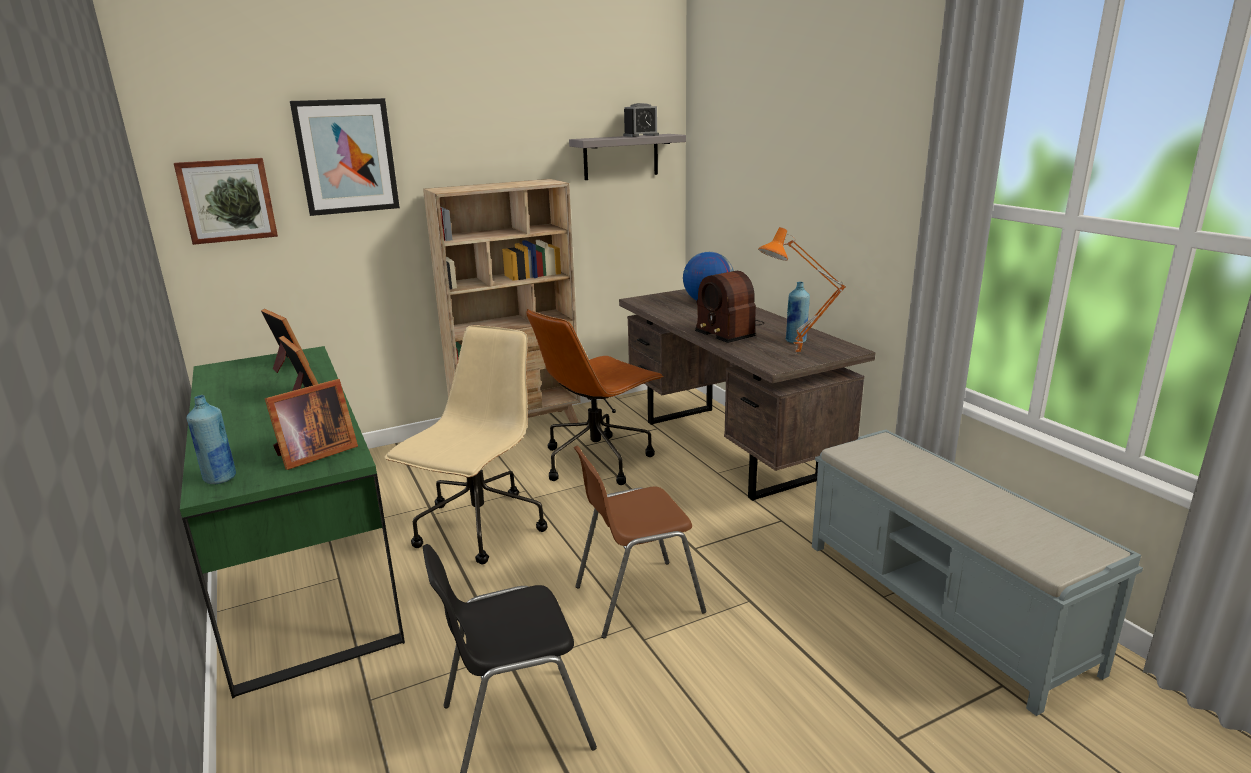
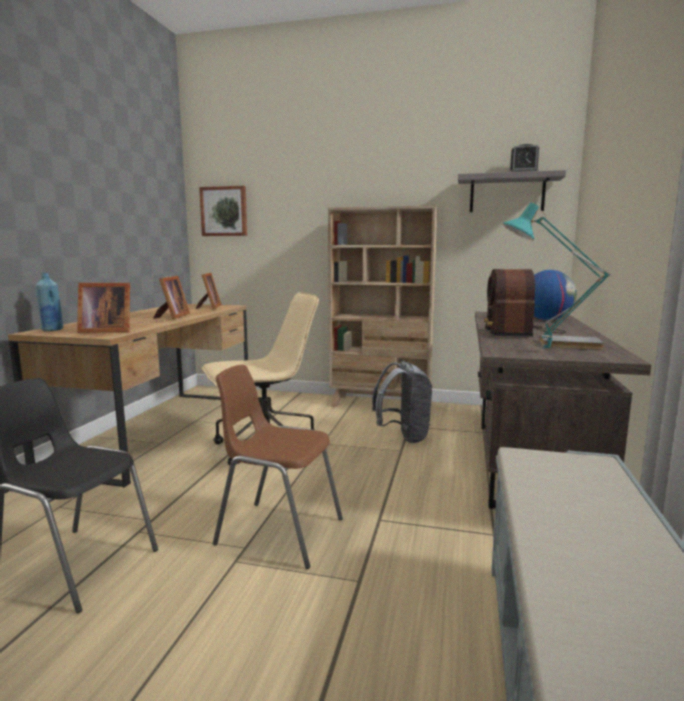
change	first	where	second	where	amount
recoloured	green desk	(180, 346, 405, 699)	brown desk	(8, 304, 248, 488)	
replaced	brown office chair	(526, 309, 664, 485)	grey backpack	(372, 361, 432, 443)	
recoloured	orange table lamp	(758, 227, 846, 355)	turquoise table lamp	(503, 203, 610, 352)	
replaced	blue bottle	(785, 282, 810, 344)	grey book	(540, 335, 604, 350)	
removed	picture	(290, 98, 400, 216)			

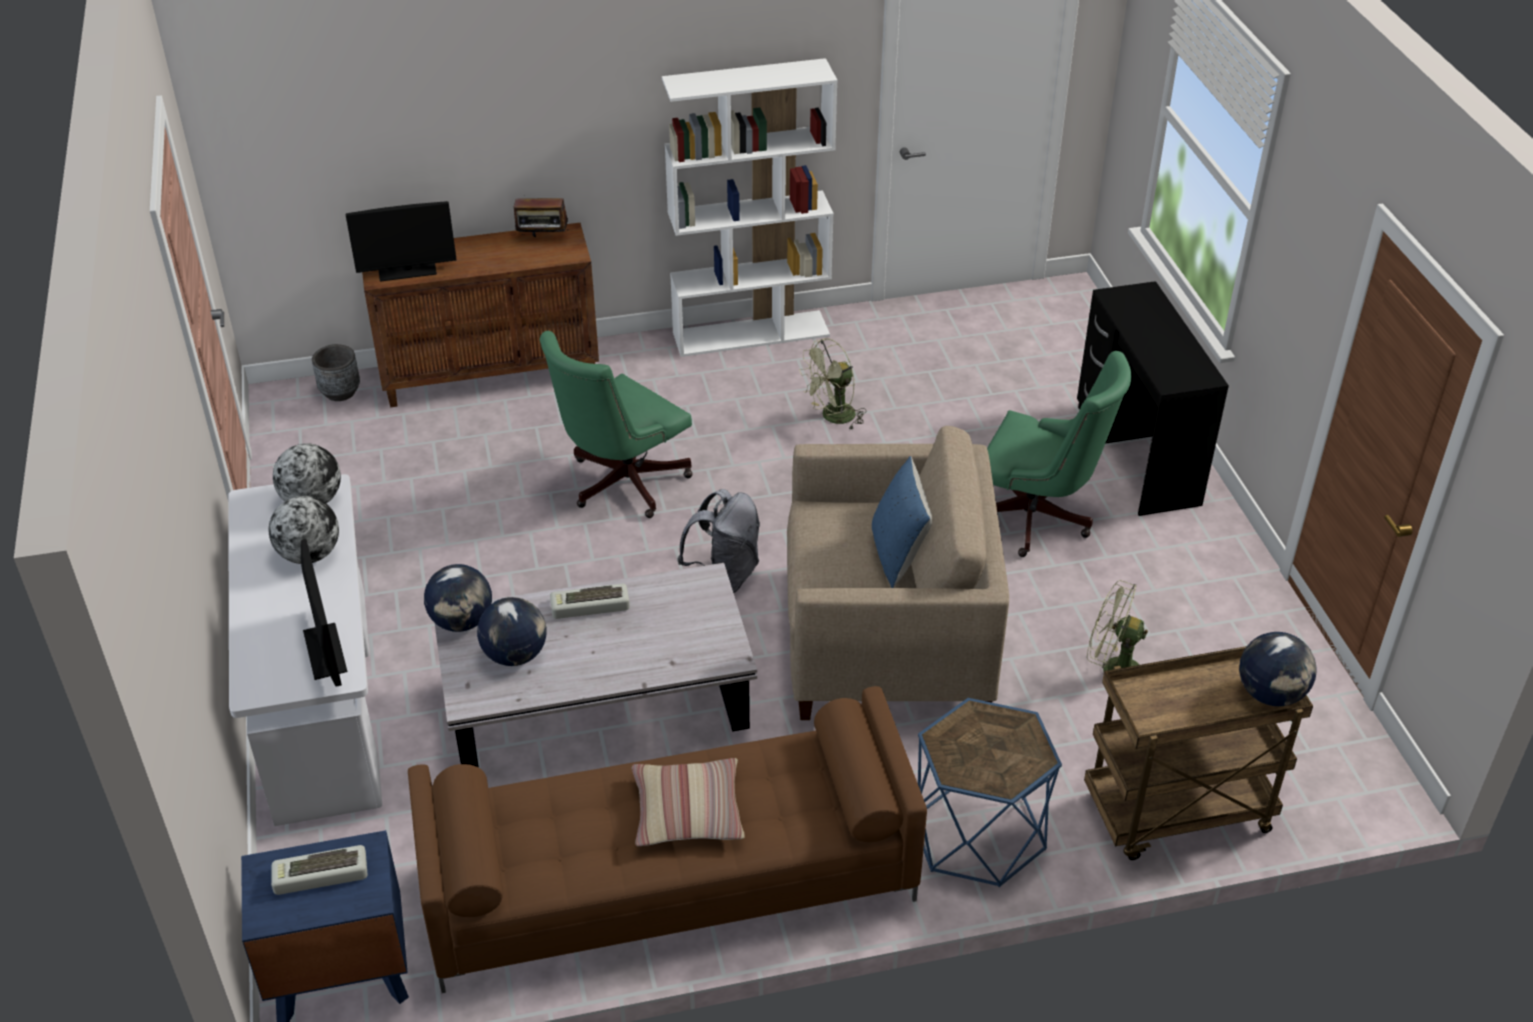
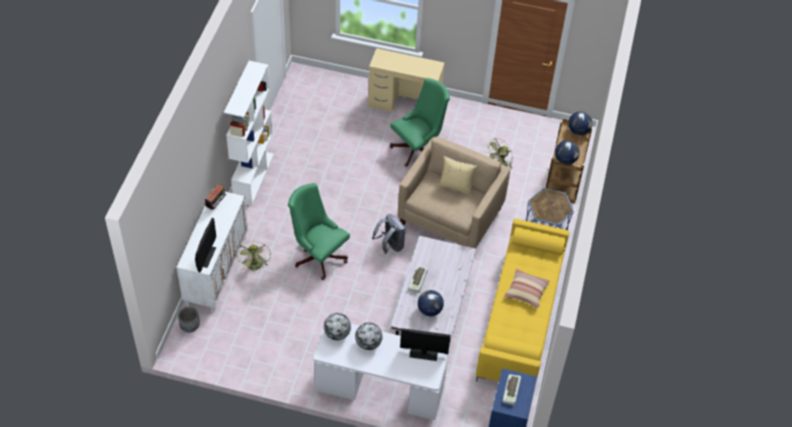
change	first	where	second	where	amount
recoloured	brown cabinet	(362, 223, 599, 407)	white cabinet	(176, 192, 248, 312)	
moved	green fan	(799, 338, 867, 429)		(236, 242, 271, 270)	
turned	green office chair	(540, 331, 693, 518)		(288, 183, 350, 280)	150 degrees clockwise
recoloured	black desk	(1077, 281, 1229, 516)	beige desk	(368, 48, 444, 112)	
recoloured	blue pillow	(872, 456, 932, 588)	beige pillow	(438, 156, 477, 196)	
recoloured	brown sofa	(408, 686, 927, 993)	yellow sofa	(476, 219, 569, 382)	
moved	globe	(424, 564, 492, 632)		(555, 140, 580, 165)	

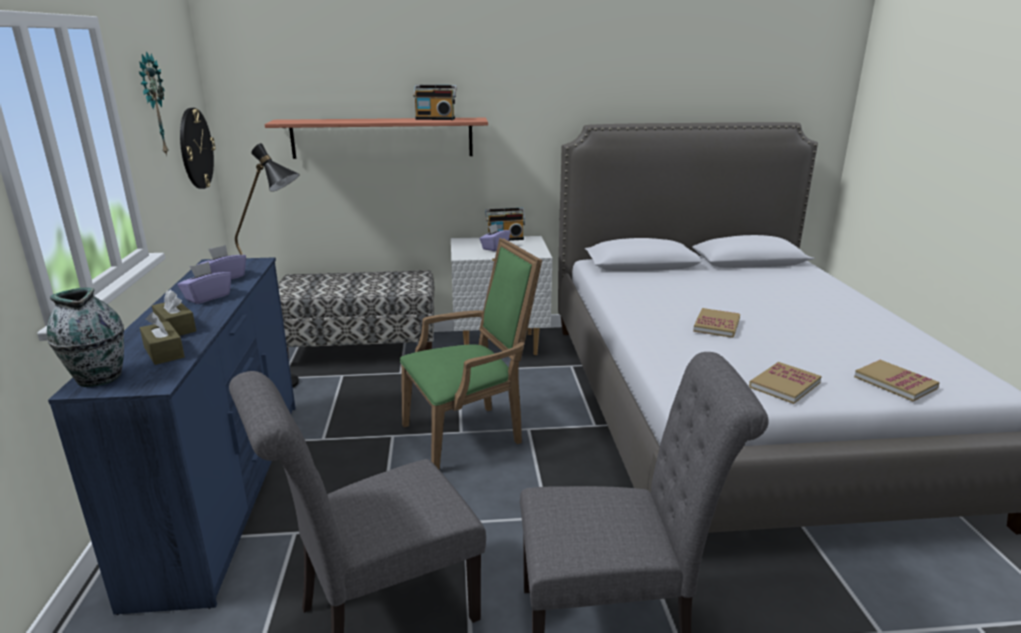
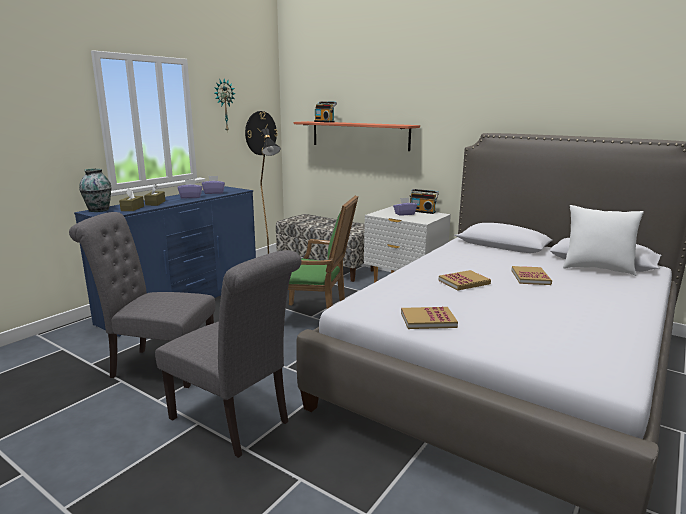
change	first	where	second	where	amount
moved	radio	(413, 85, 457, 120)		(314, 101, 337, 123)	
moved	book	(854, 360, 939, 402)		(511, 266, 552, 285)	
added			white pillow	(563, 205, 644, 276)	

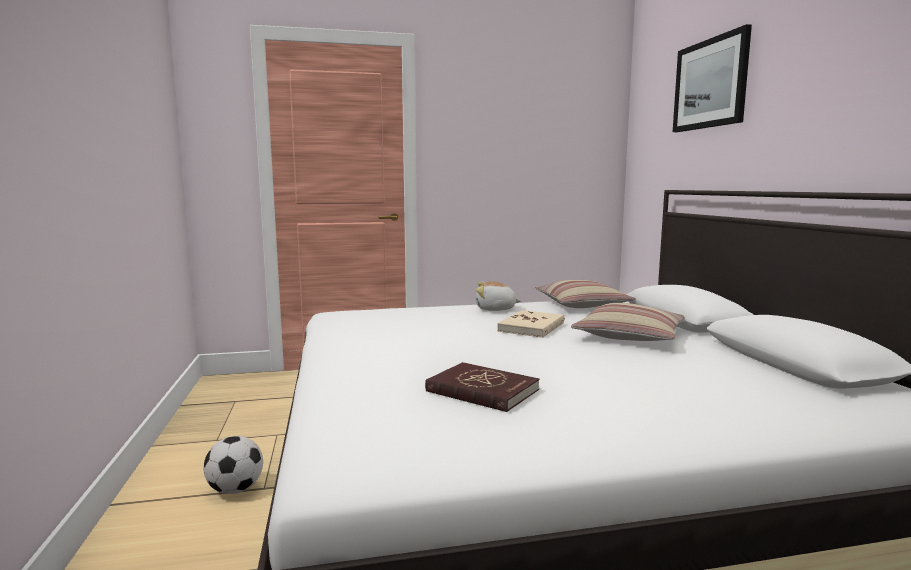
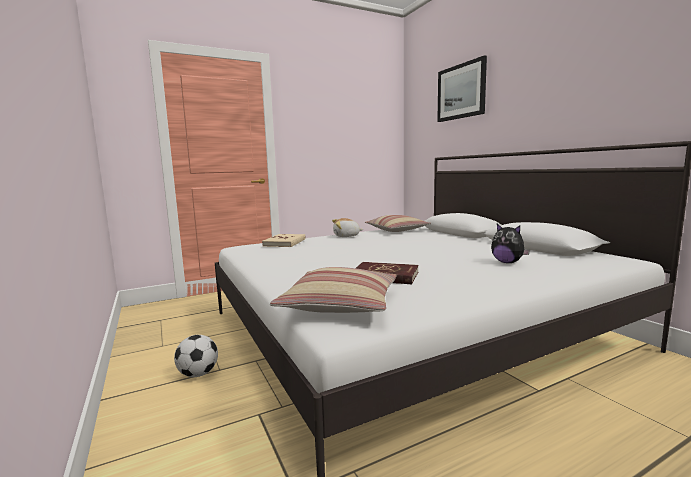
change	first	where	second	where	amount
moved	beige book	(497, 310, 565, 338)		(262, 234, 306, 247)	
moved	pillow	(571, 303, 685, 341)		(270, 267, 397, 313)	
added			plush toy	(491, 224, 530, 263)	

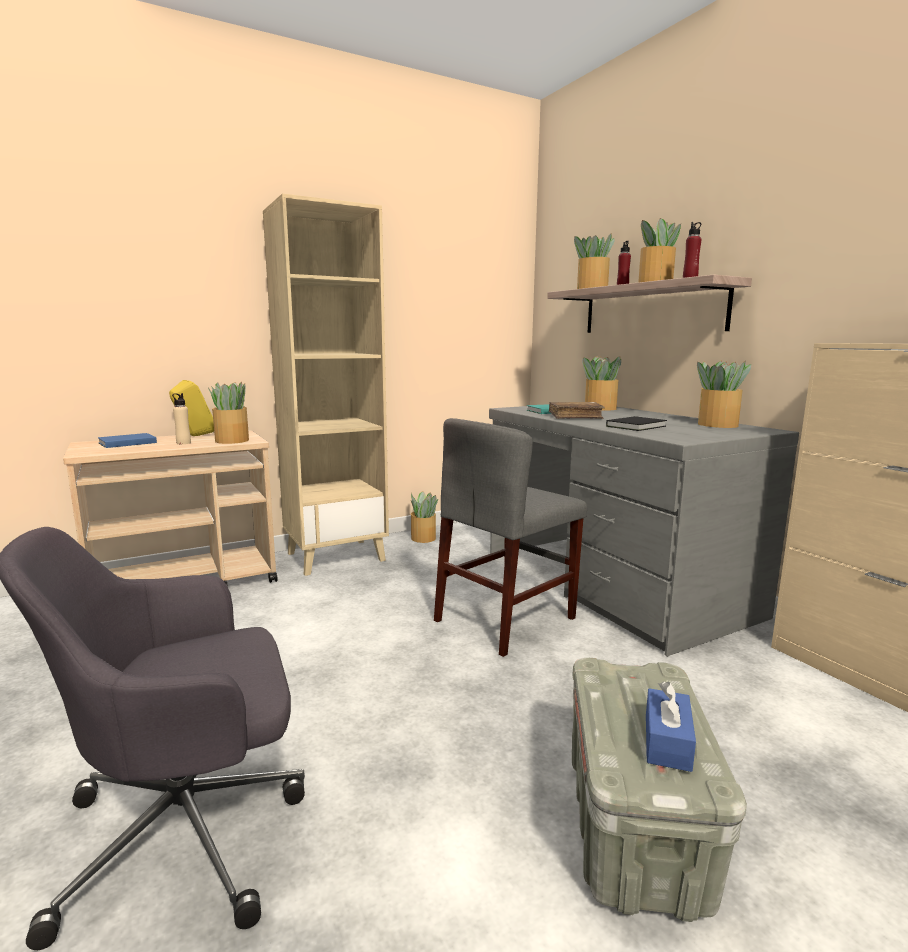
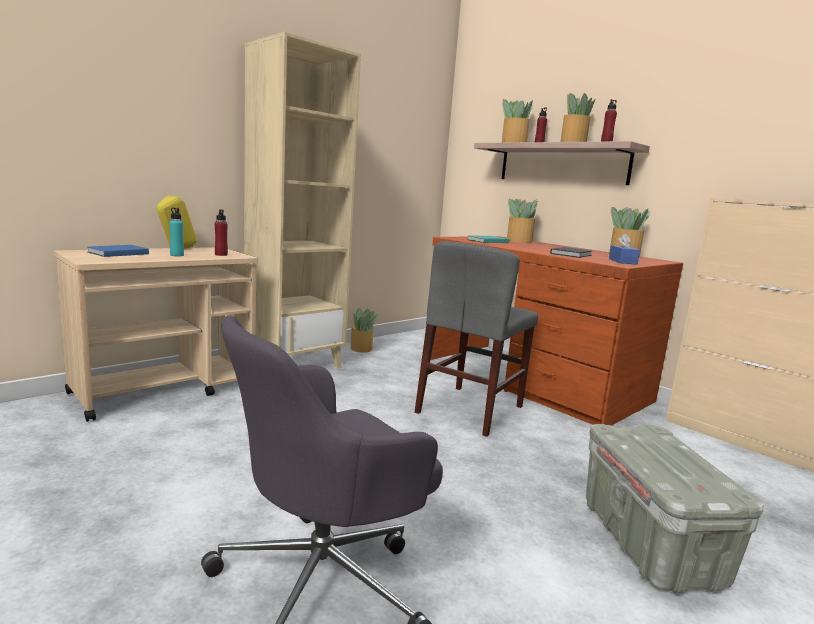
change	first	where	second	where	amount
recoloured	beige bottle	(172, 393, 191, 444)	turquoise bottle	(169, 208, 184, 256)	
replaced	potted plant	(208, 382, 249, 444)	red bottle	(215, 209, 228, 256)	
recoloured	grey desk	(489, 406, 799, 657)	brown desk	(430, 236, 683, 426)	
moved	blue tissue box	(646, 682, 696, 772)		(609, 233, 640, 265)	
removed	brown book	(549, 402, 605, 419)			

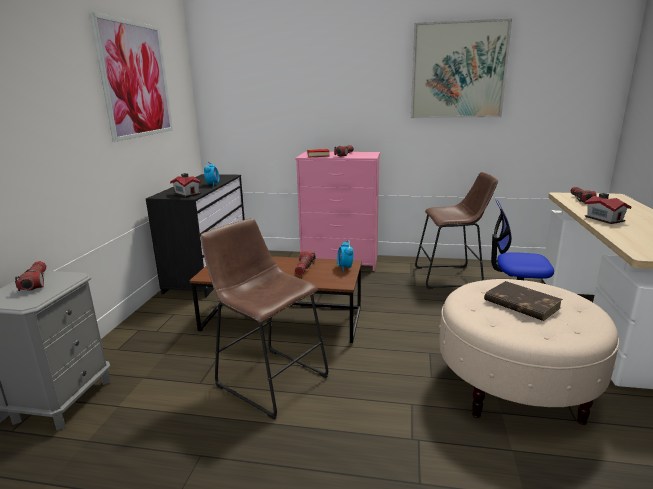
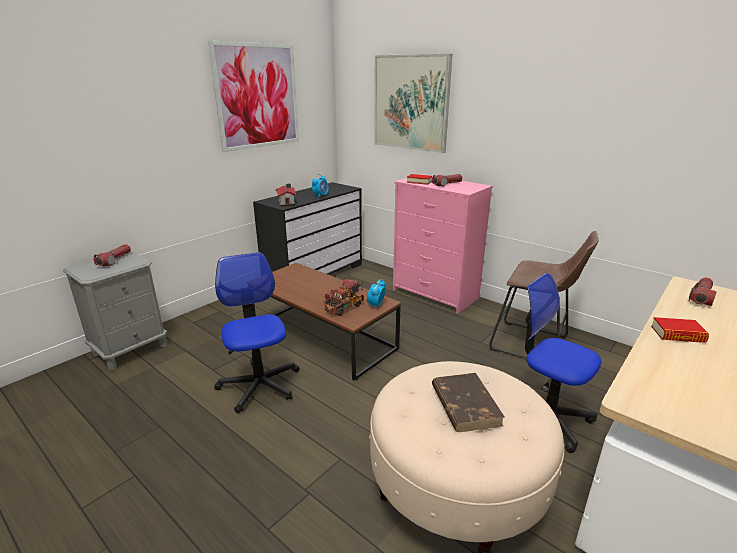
change	first	where	second	where	amount
replaced	brown stool	(201, 218, 328, 420)	office chair	(214, 252, 300, 413)	
added			toy truck	(324, 282, 364, 316)	
moved	picture	(411, 18, 512, 118)		(374, 54, 452, 153)	
replaced	toy house	(584, 193, 631, 224)	book	(651, 317, 709, 343)	

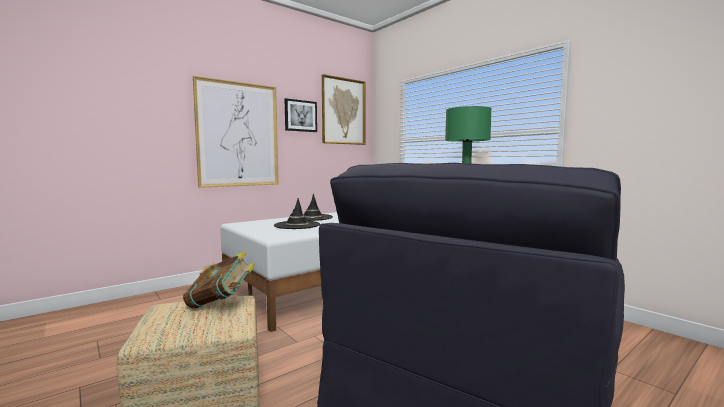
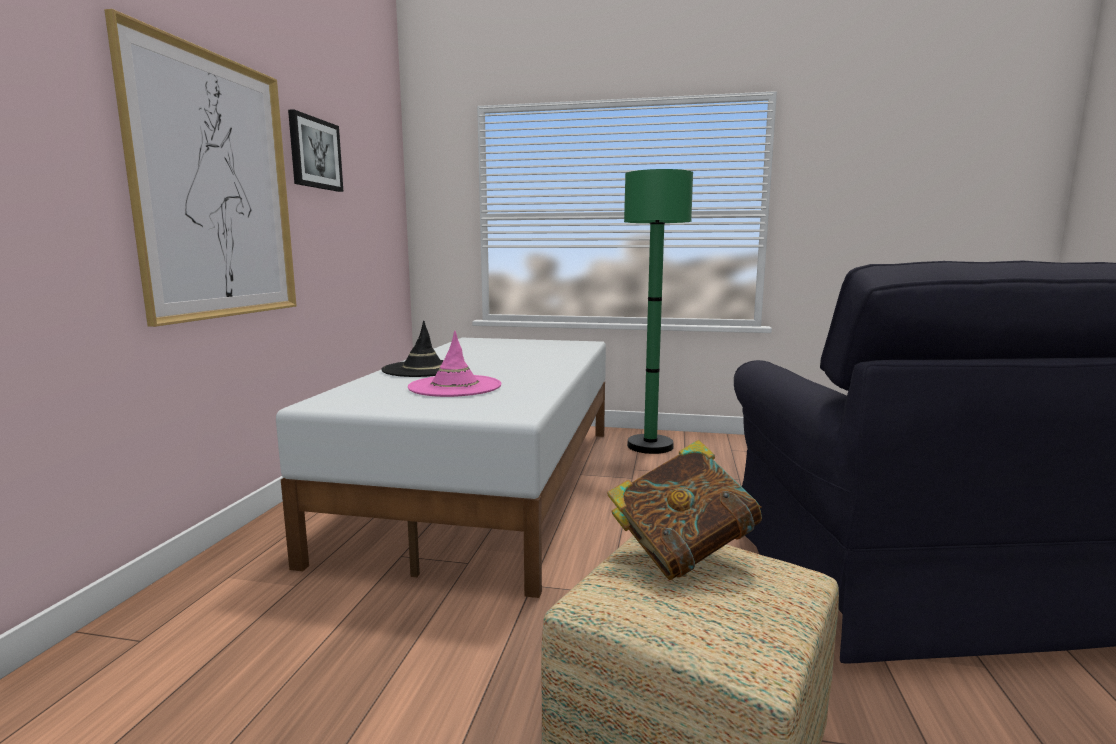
change	first	where	second	where	amount
recoloured	black hat	(274, 198, 320, 229)	pink hat	(408, 331, 502, 397)	
removed	picture	(322, 74, 366, 145)			

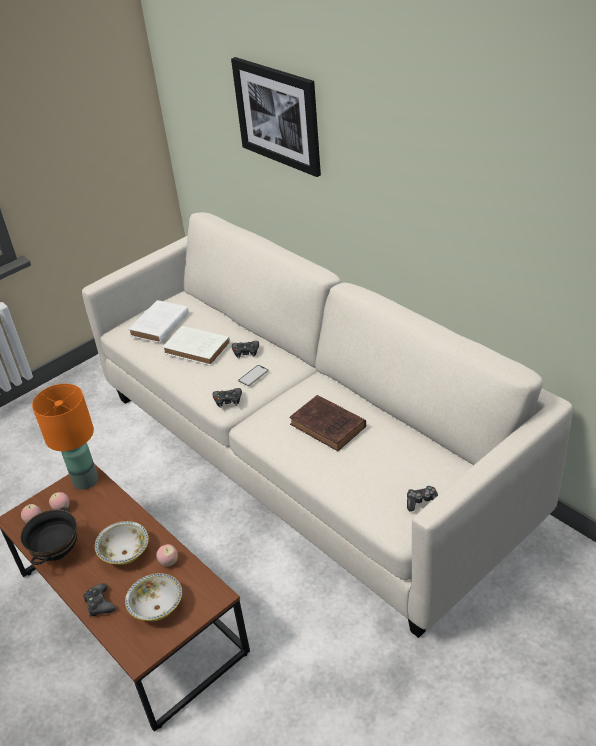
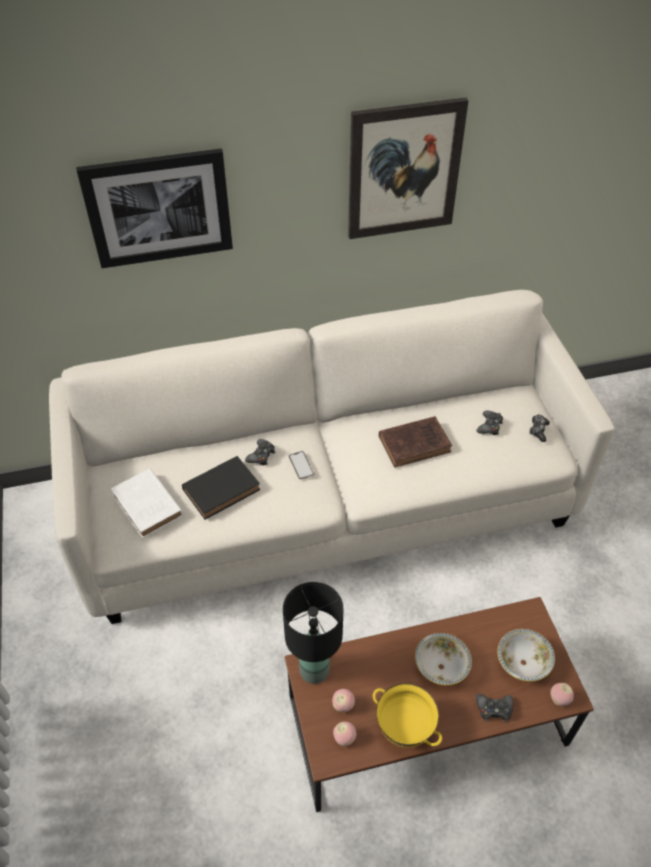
change	first	where	second	where	amount
recoloured	white book	(163, 326, 230, 366)	black book	(182, 456, 261, 520)	
recoloured	orange table lamp	(32, 383, 98, 490)	black table lamp	(283, 582, 343, 684)	
added			picture	(348, 97, 469, 239)	
recoloured	black bowl	(21, 507, 77, 565)	yellow bowl	(373, 683, 442, 748)	
moved	black game controller	(213, 388, 242, 408)		(476, 410, 503, 435)	
moved	apple	(156, 544, 178, 567)		(550, 683, 574, 706)	

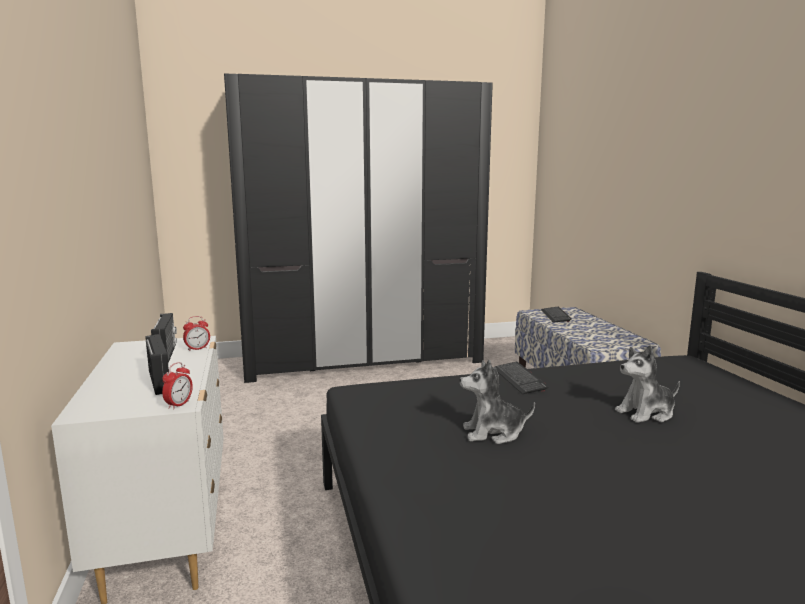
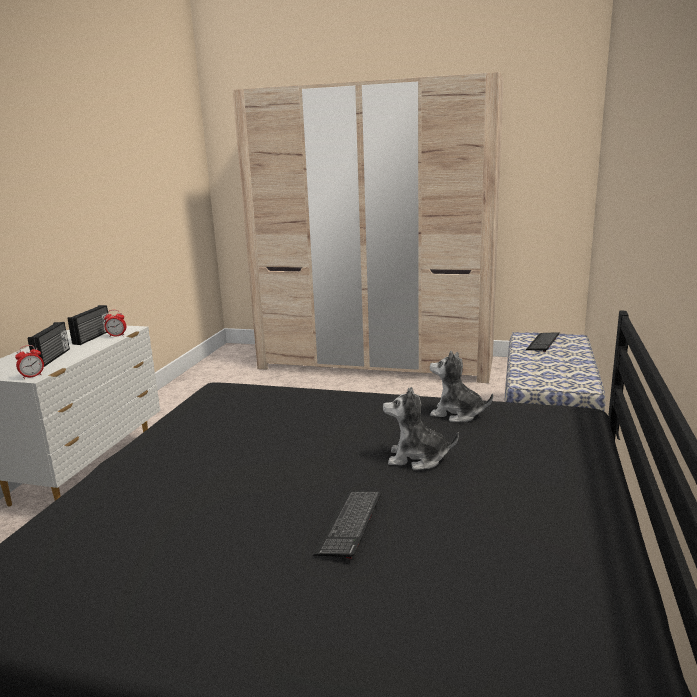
change	first	where	second	where	amount
recoloured	black wardrobe	(224, 74, 493, 383)	beige wardrobe	(233, 72, 503, 383)	
moved	keyboard	(494, 362, 549, 394)		(313, 491, 381, 559)	
moved	plush toy	(460, 360, 535, 444)		(430, 351, 493, 422)	

